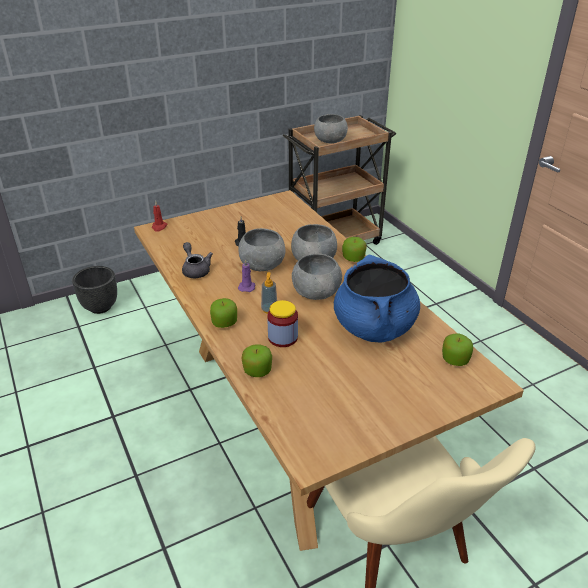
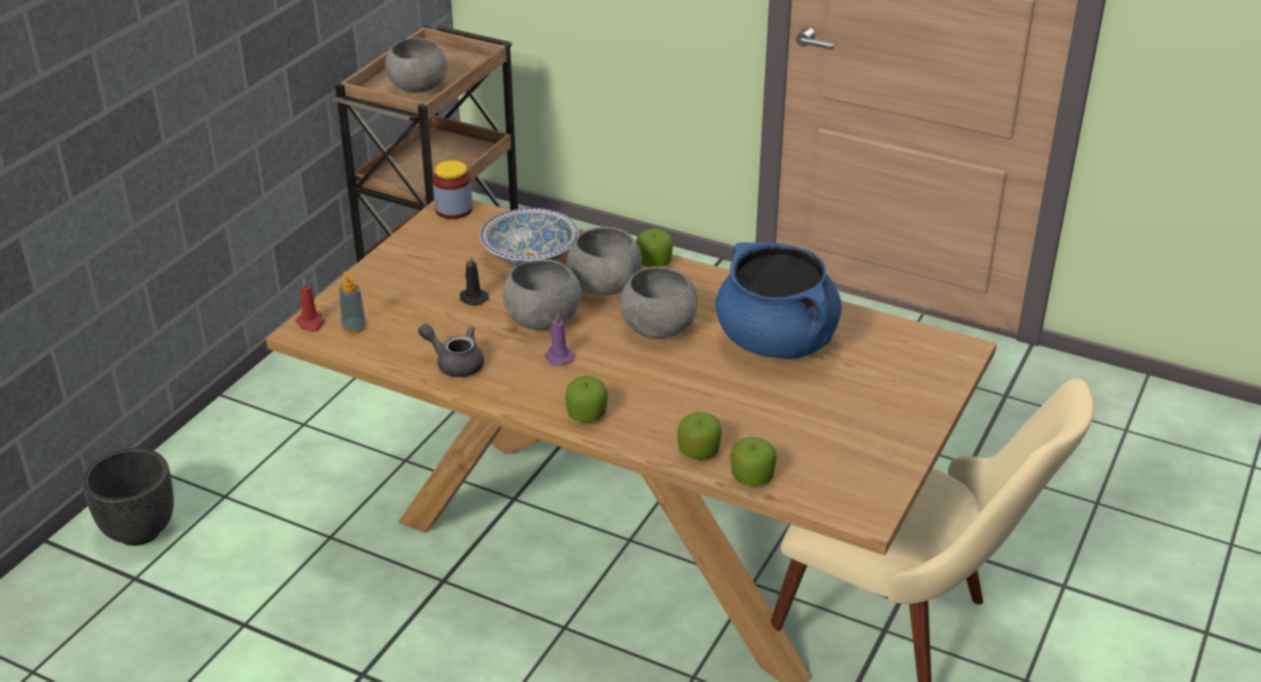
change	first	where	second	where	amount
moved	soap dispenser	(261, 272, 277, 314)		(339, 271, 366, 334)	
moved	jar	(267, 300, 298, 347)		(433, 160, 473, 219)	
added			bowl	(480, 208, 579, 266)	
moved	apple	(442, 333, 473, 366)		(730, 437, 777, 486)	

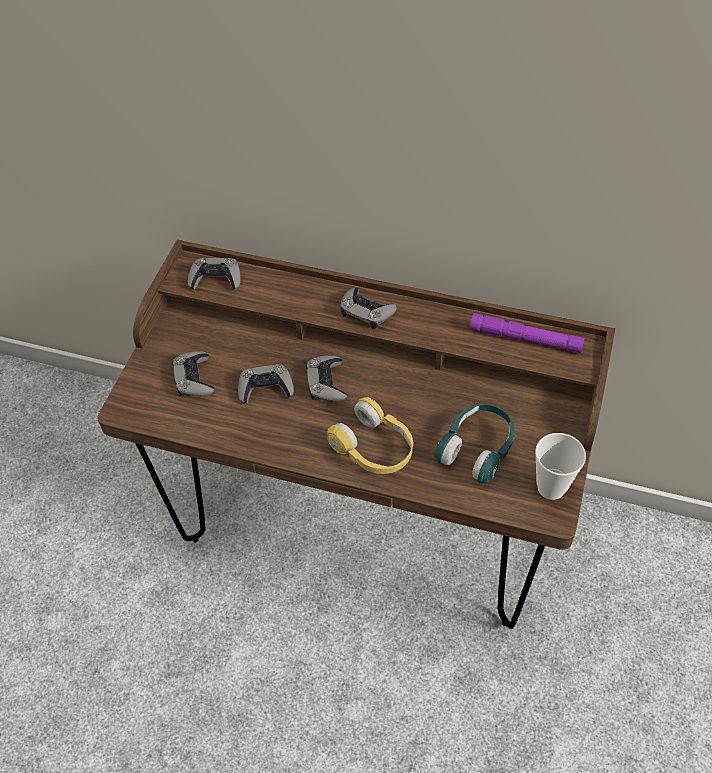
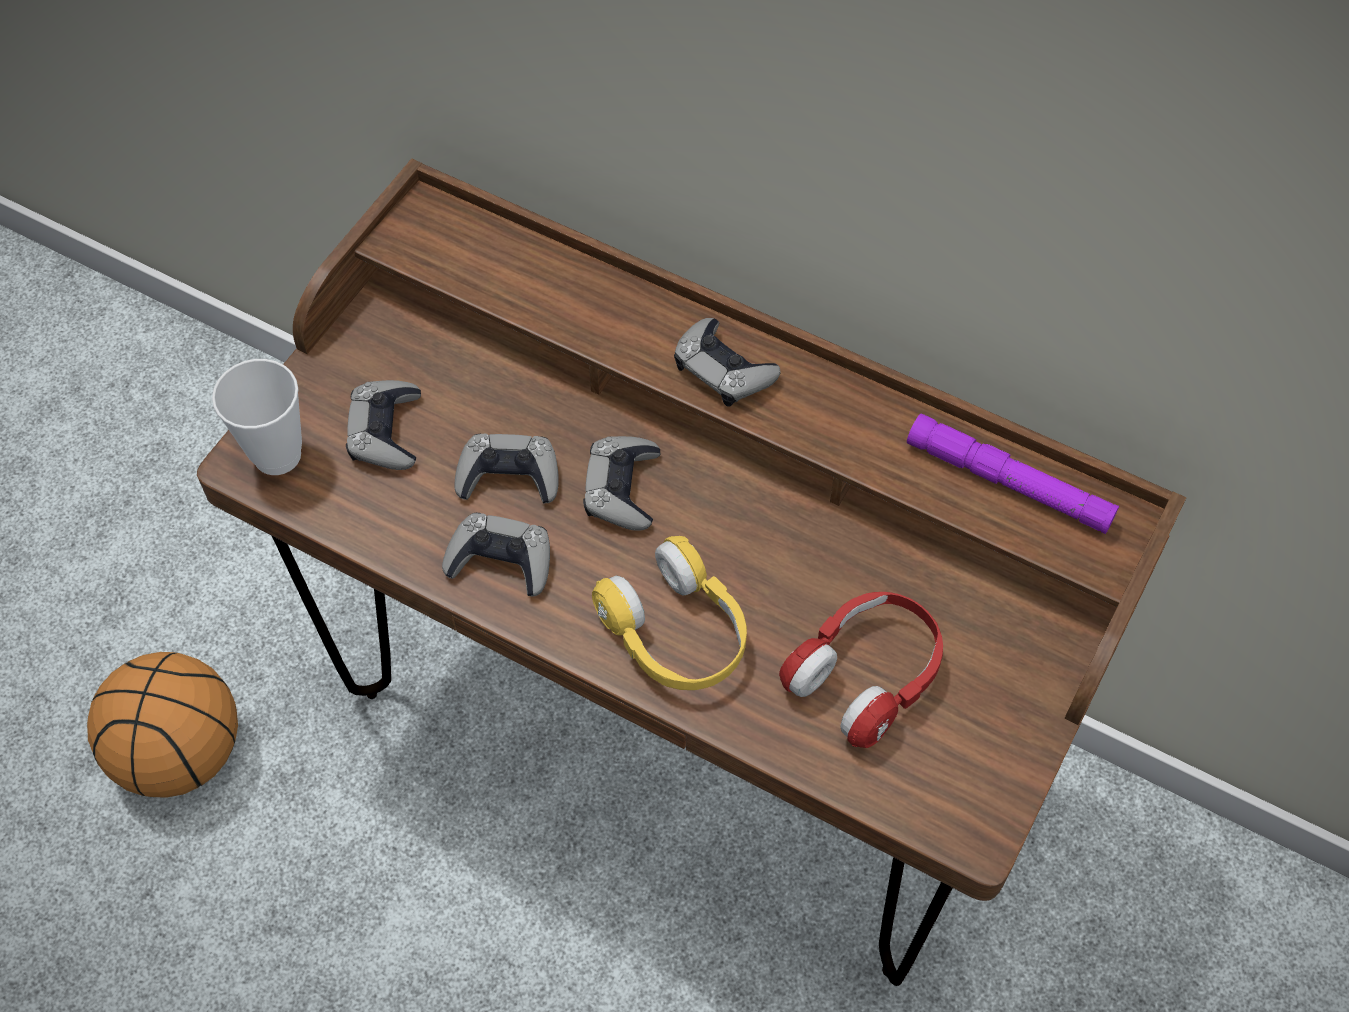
change	first	where	second	where	amount
added			basketball	(87, 652, 238, 798)	
moved	cup	(535, 433, 586, 500)		(212, 359, 302, 475)	
moved	grey game controller	(188, 258, 241, 290)		(442, 513, 550, 596)	
recoloured	turquoise headphones	(434, 404, 515, 484)	red headphones	(779, 592, 943, 748)	

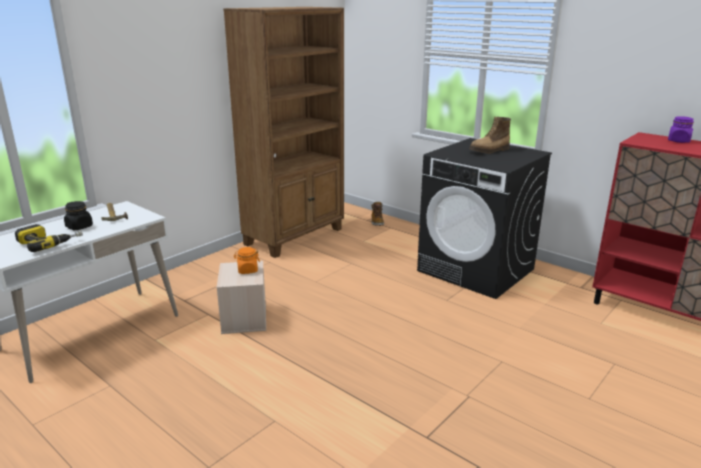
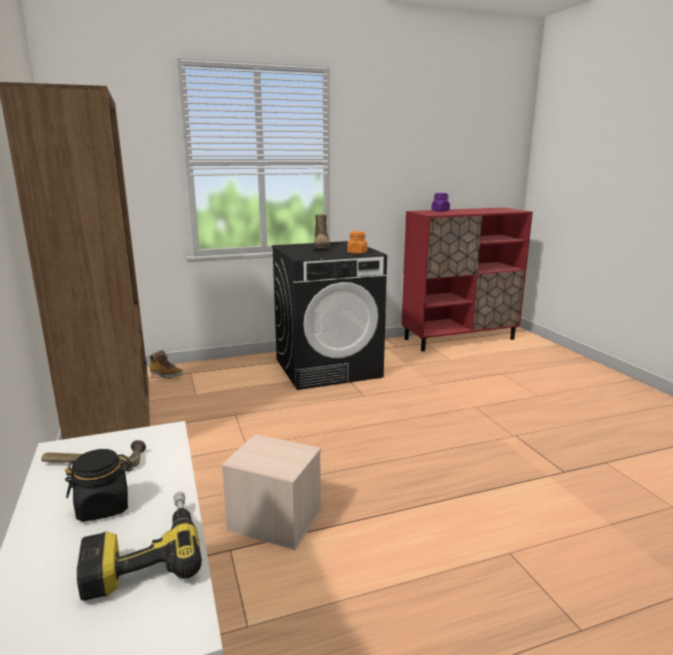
change	first	where	second	where	amount
moved	orange jar	(234, 247, 260, 274)		(347, 231, 367, 254)	

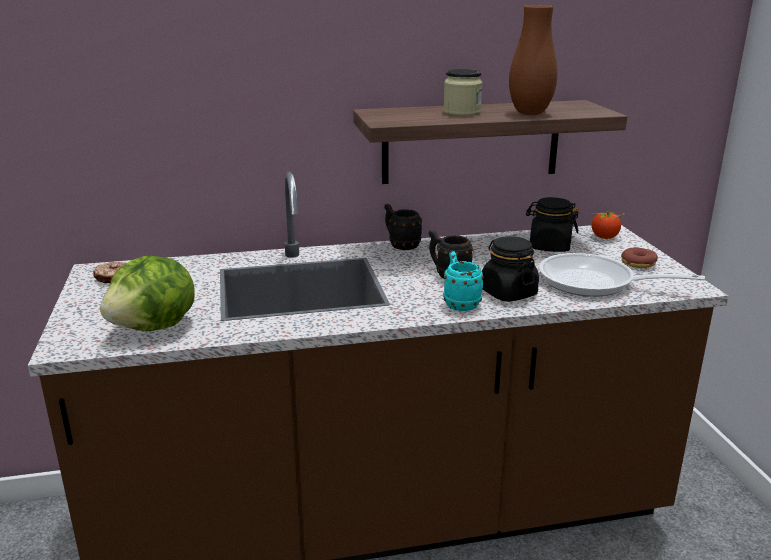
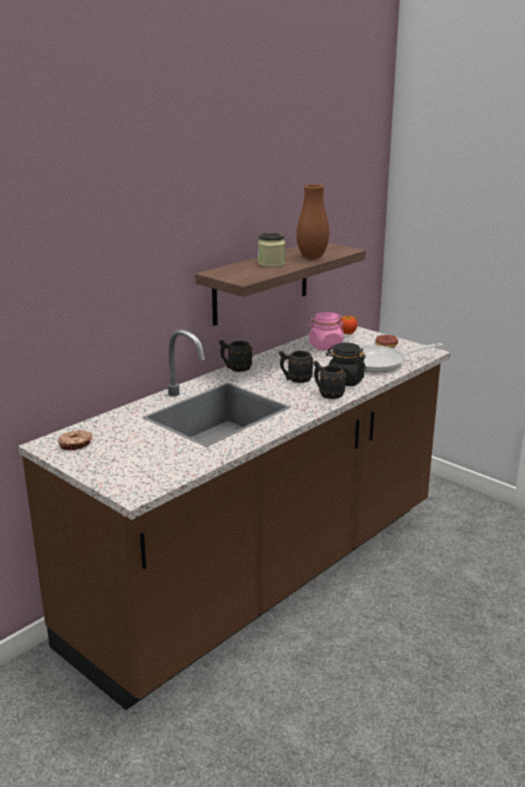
change	first	where	second	where	amount
recoloured	black jar	(526, 197, 579, 252)	pink jar	(308, 312, 344, 351)	
recoloured	turquoise mug	(443, 251, 484, 311)	black mug	(313, 361, 346, 399)	
removed	lettuce	(100, 256, 195, 331)			

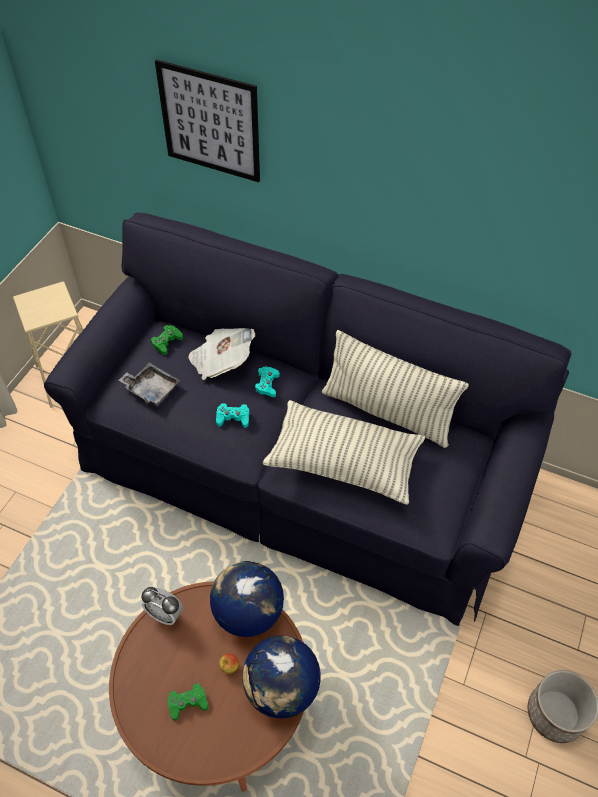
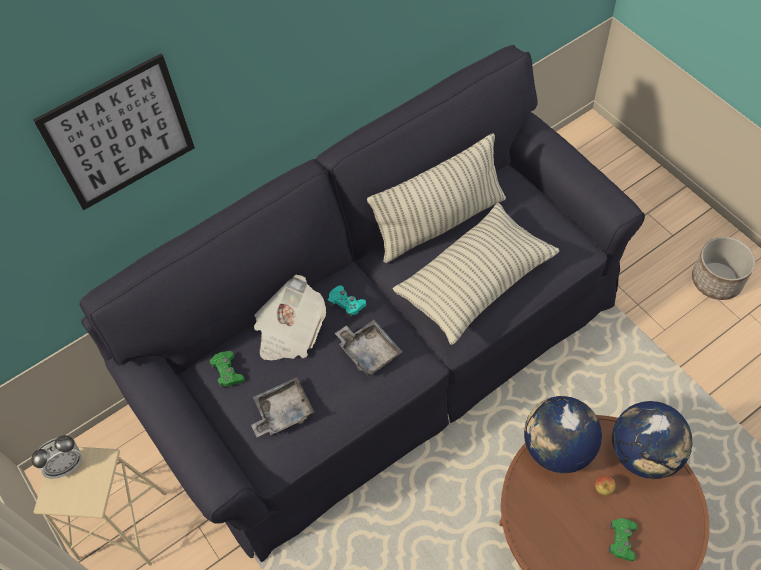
change	first	where	second	where	amount
moved	alarm clock	(141, 587, 183, 625)		(31, 435, 82, 479)	
replaced	turquoise game controller	(216, 403, 249, 428)	grey tray	(335, 320, 402, 377)	

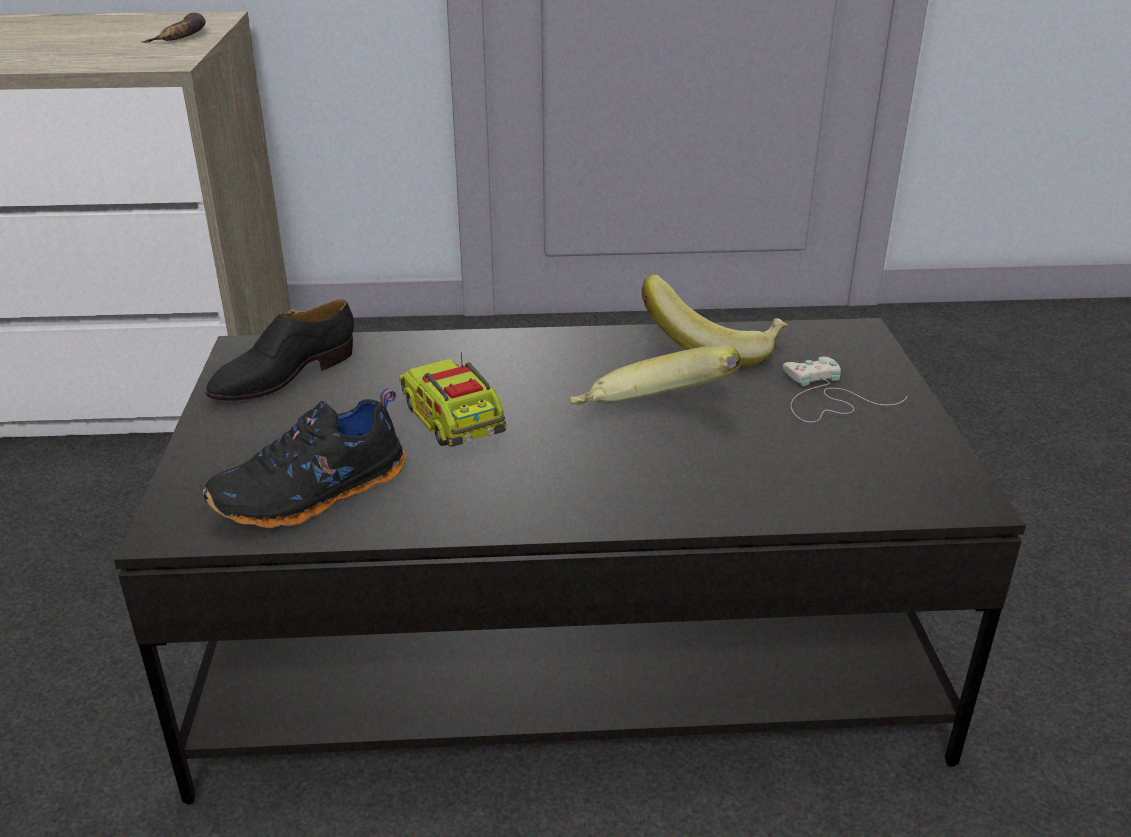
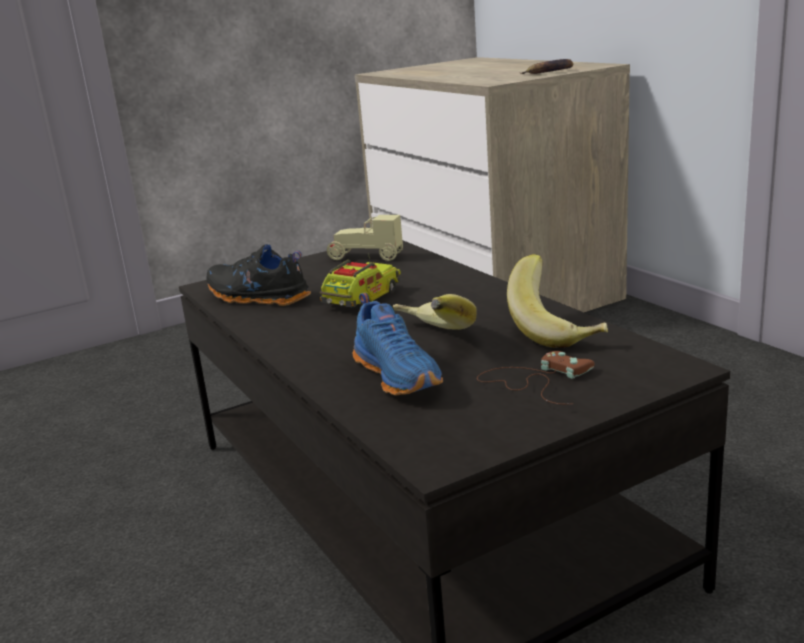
change	first	where	second	where	amount
replaced	black shoe	(206, 300, 354, 401)	beige toy car	(327, 215, 403, 261)	
added			blue shoe	(353, 293, 443, 396)	
recoloured	white game controller	(783, 357, 908, 423)	brown game controller	(477, 351, 594, 405)	

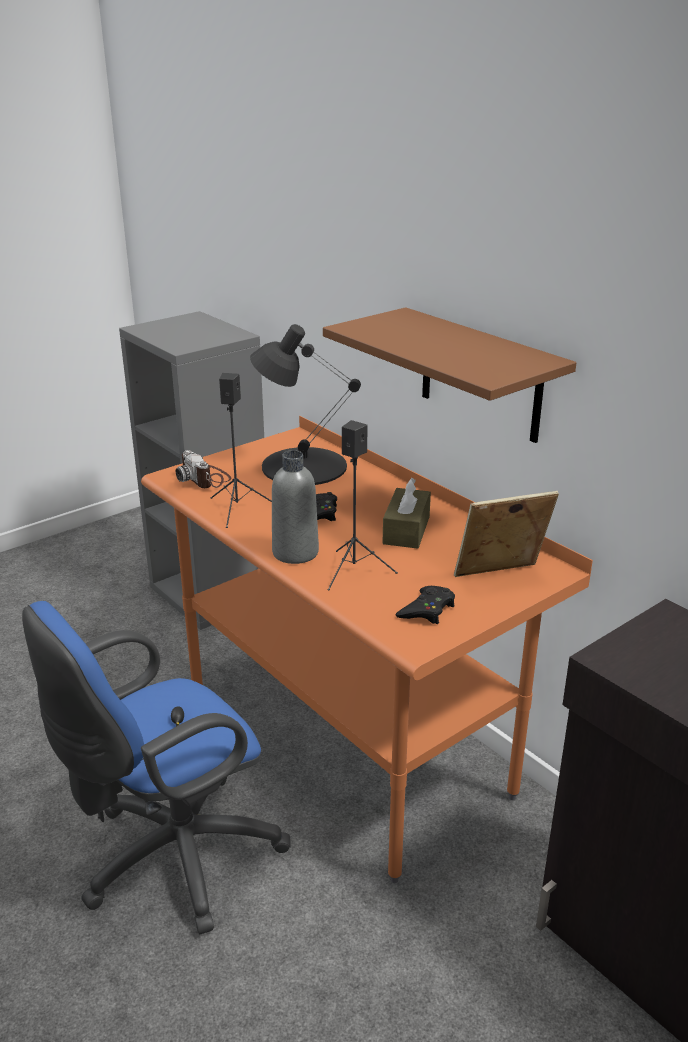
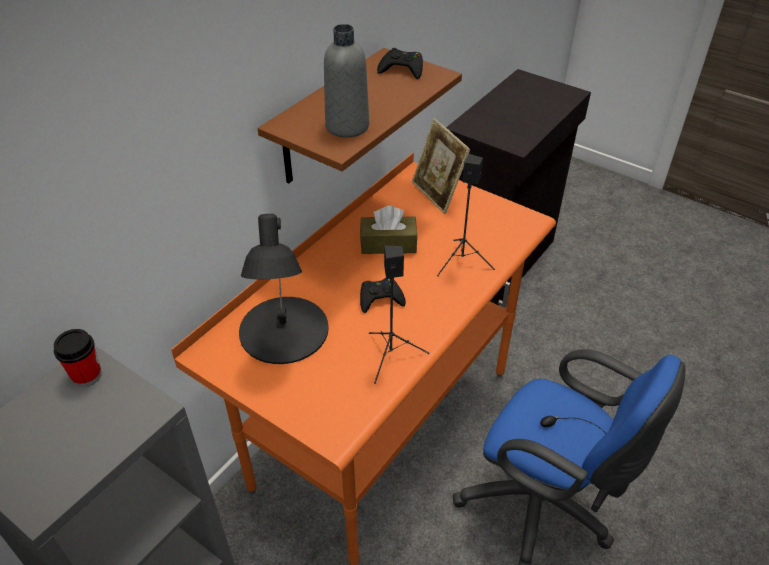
change	first	where	second	where	amount
added			cup	(54, 329, 102, 387)	
moved	grey bottle	(272, 450, 319, 564)		(324, 24, 369, 137)	
moved	black game controller	(396, 586, 455, 624)		(377, 48, 423, 79)	
removed	photo camera	(176, 450, 231, 488)			

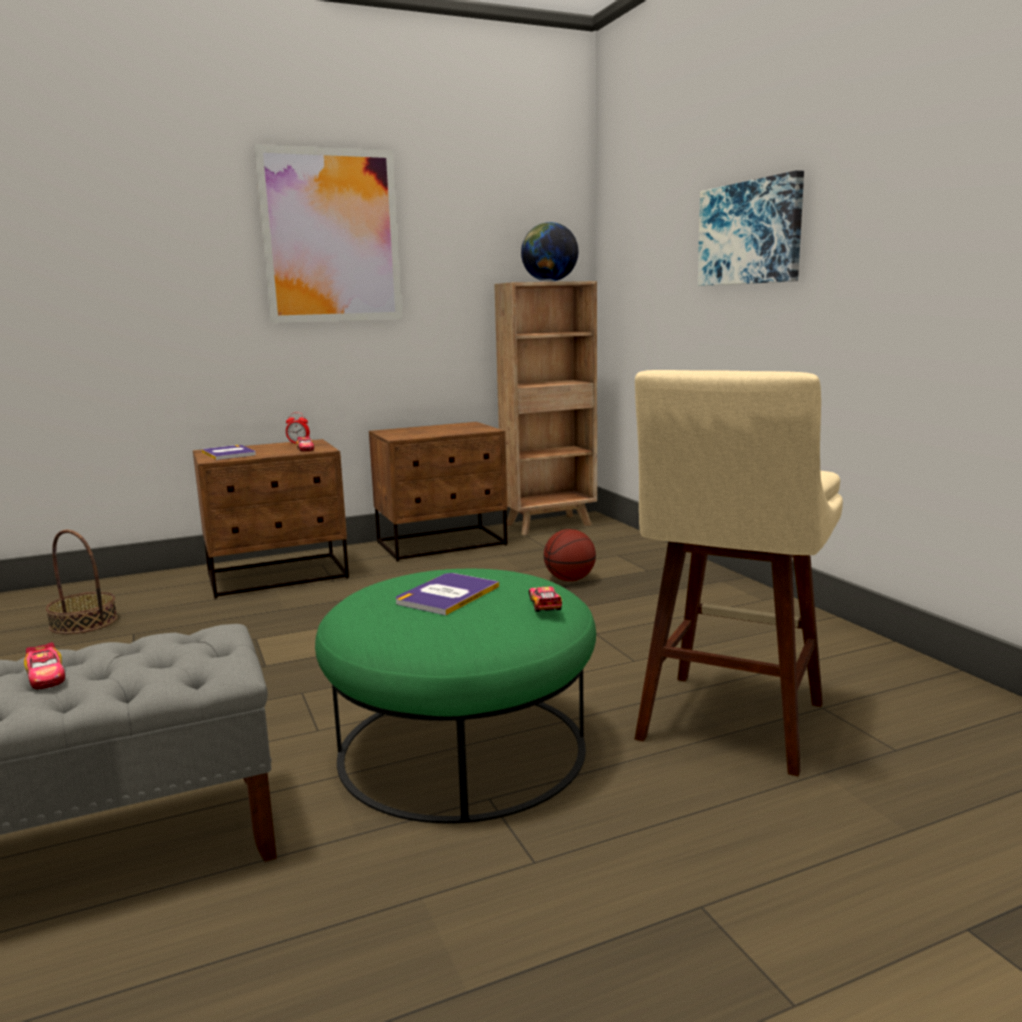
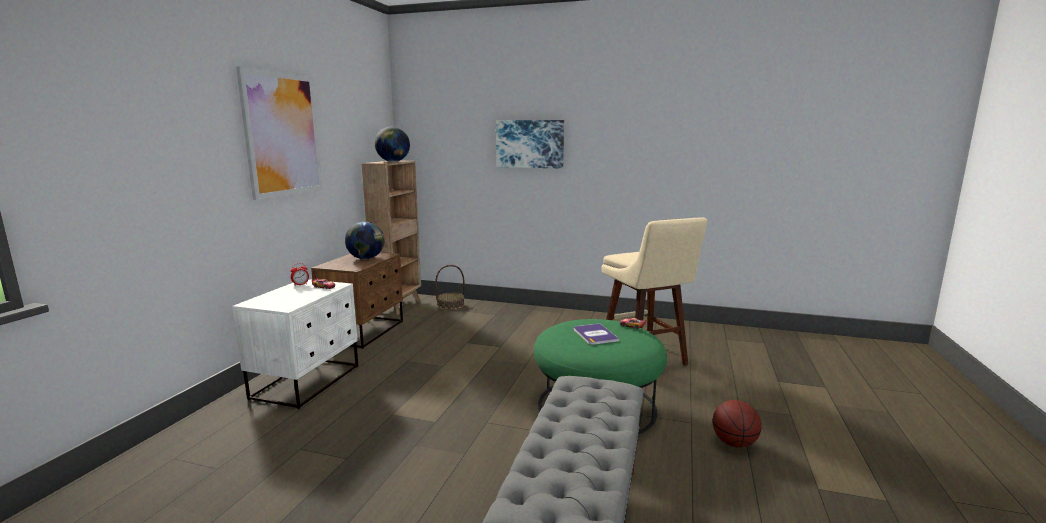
change	first	where	second	where	amount
recoloured	brown nightstand	(193, 439, 349, 598)	white nightstand	(232, 279, 358, 409)	
added			globe	(345, 222, 384, 259)	
moved	basket	(46, 530, 118, 634)		(435, 265, 464, 310)	
moved	basketball	(544, 529, 596, 581)		(713, 400, 761, 448)	
removed	toy car	(24, 642, 65, 689)			
removed	book	(202, 445, 256, 460)			

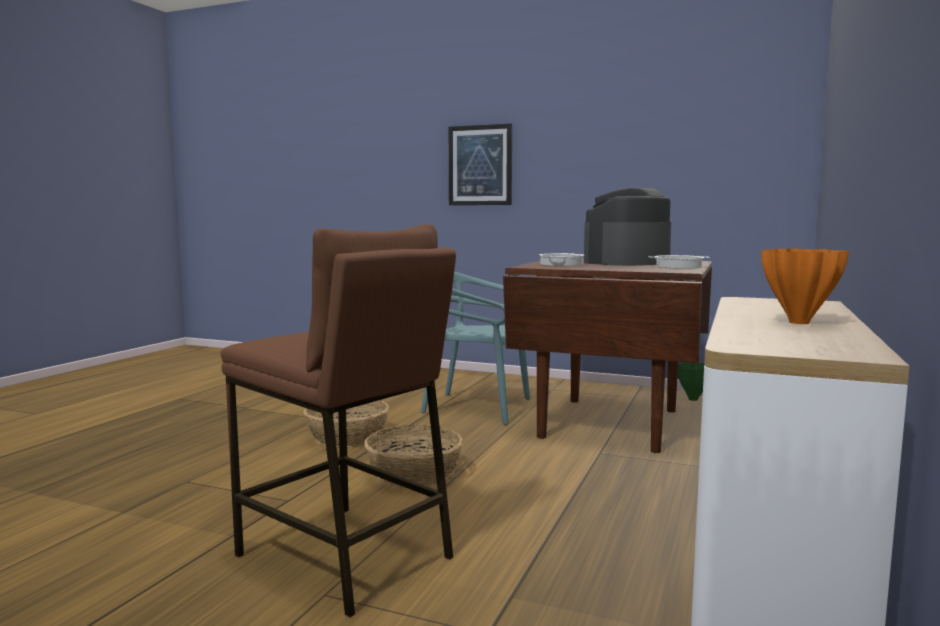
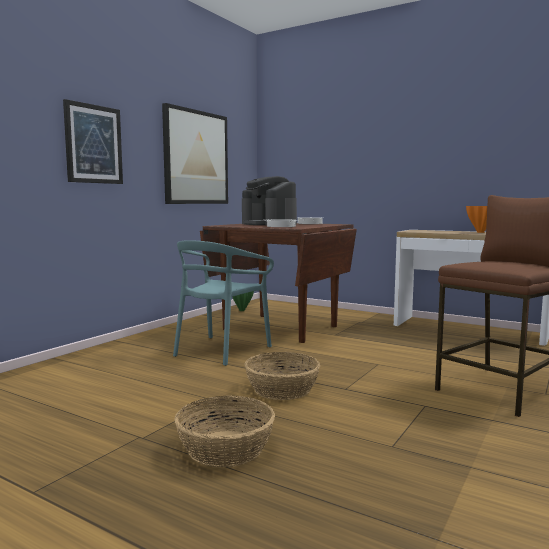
change	first	where	second	where	amount
added			picture	(162, 103, 228, 204)	
moved	basket	(364, 425, 463, 488)		(174, 395, 275, 467)	

